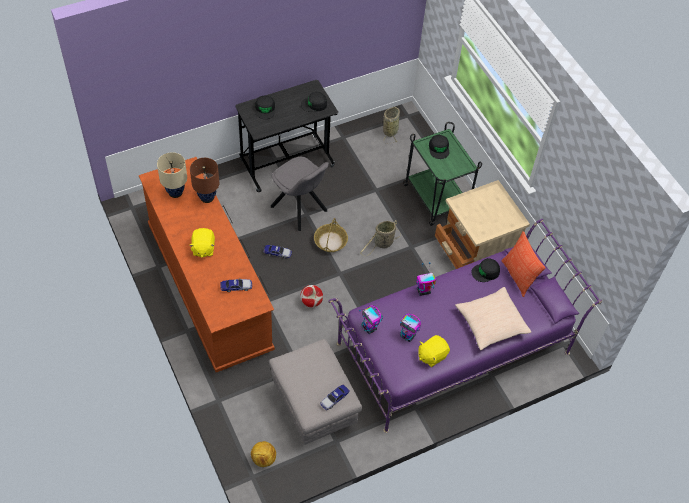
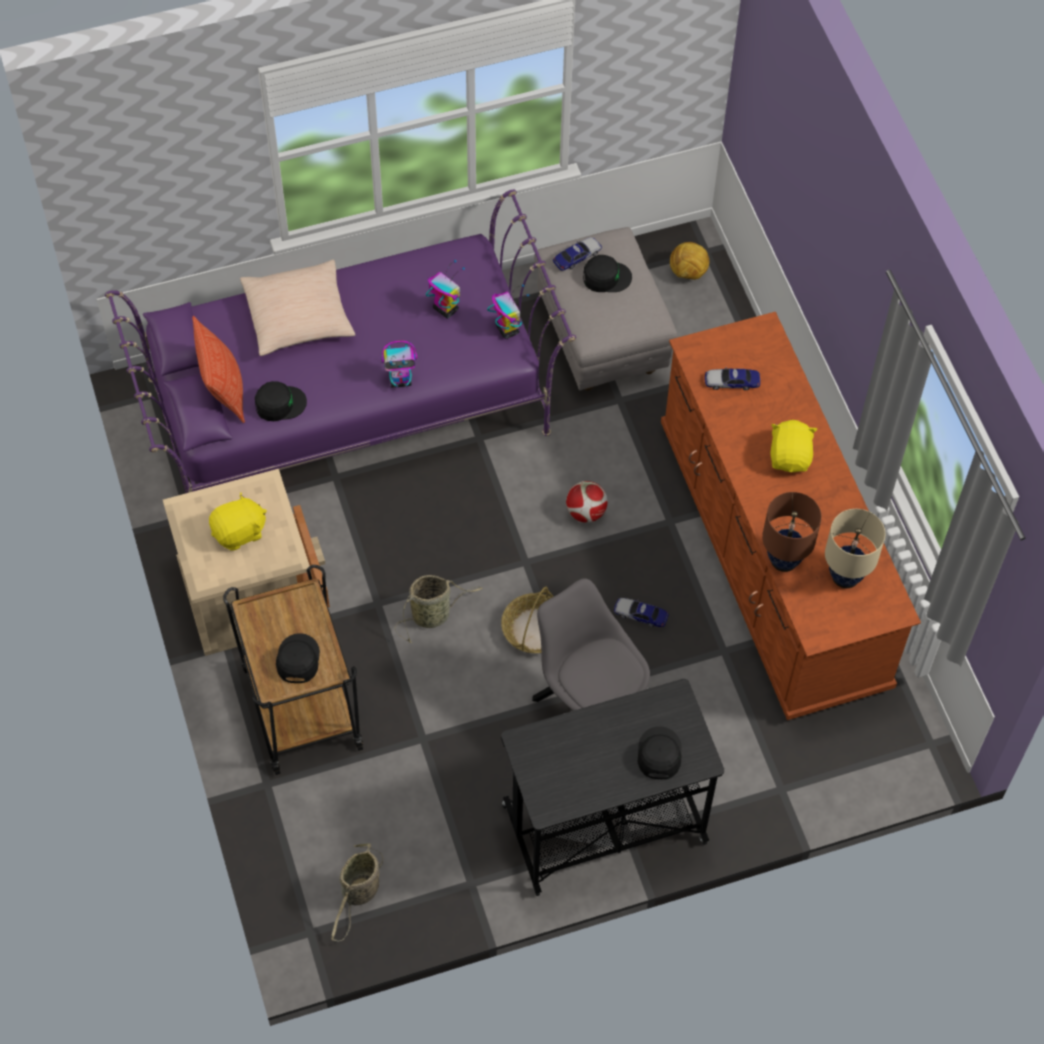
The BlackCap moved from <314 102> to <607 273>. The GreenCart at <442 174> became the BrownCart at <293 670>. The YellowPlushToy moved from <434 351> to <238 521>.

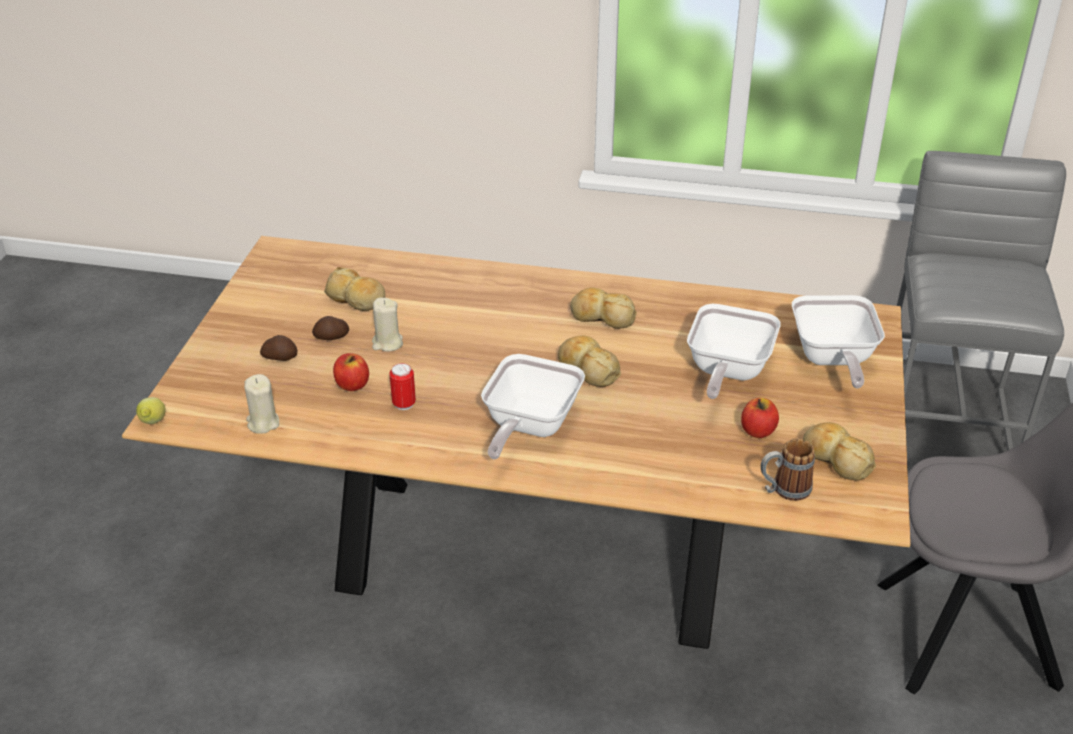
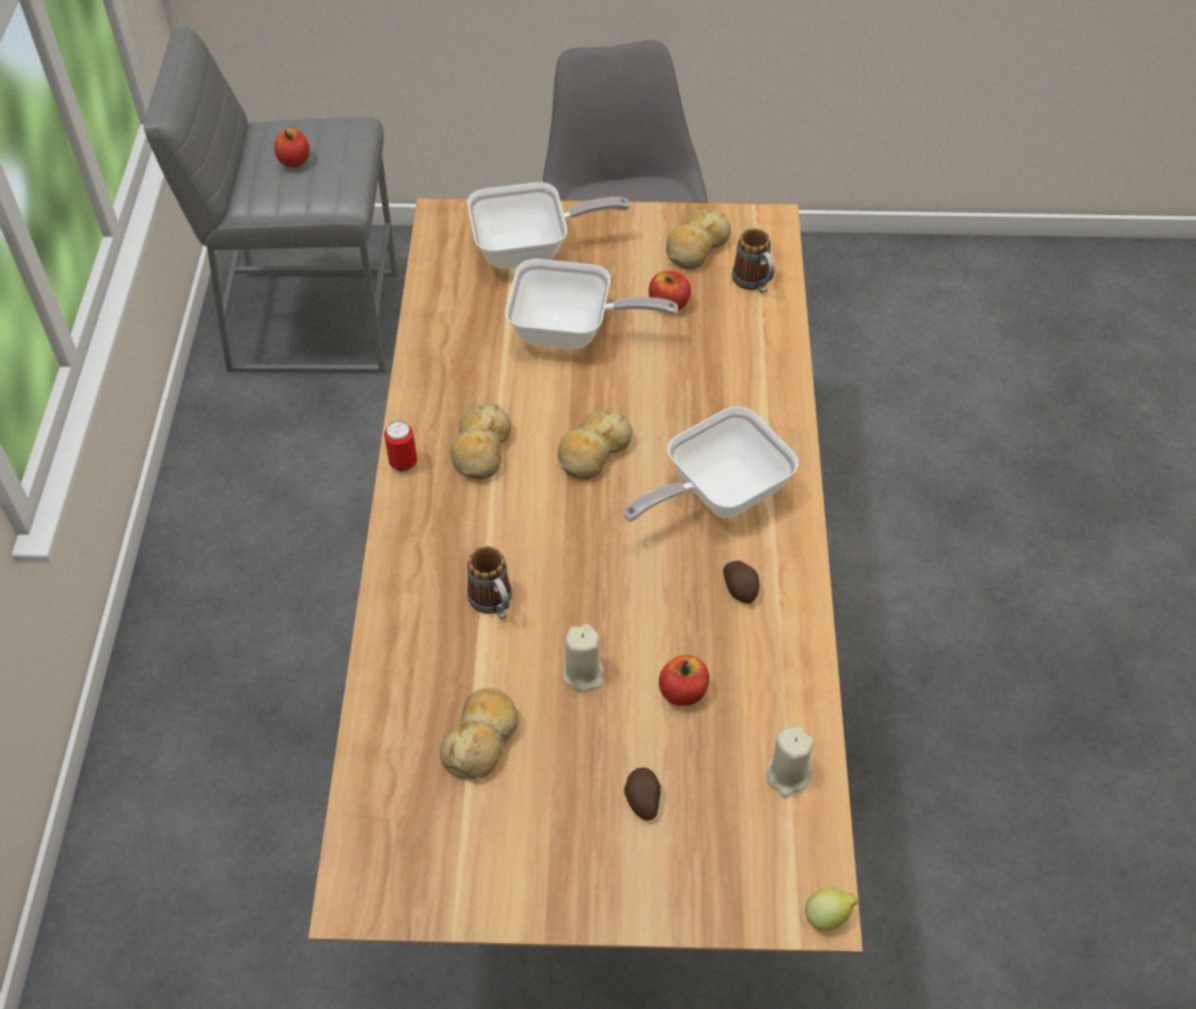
The Potato moved from <330 328> to <741 582>. The FryingPan at <533 406> turned 135 degrees clockwise. The Can moved from <402 386> to <400 446>. The Apple at <292 148> appeared. The Mug at <489 582> appeared.

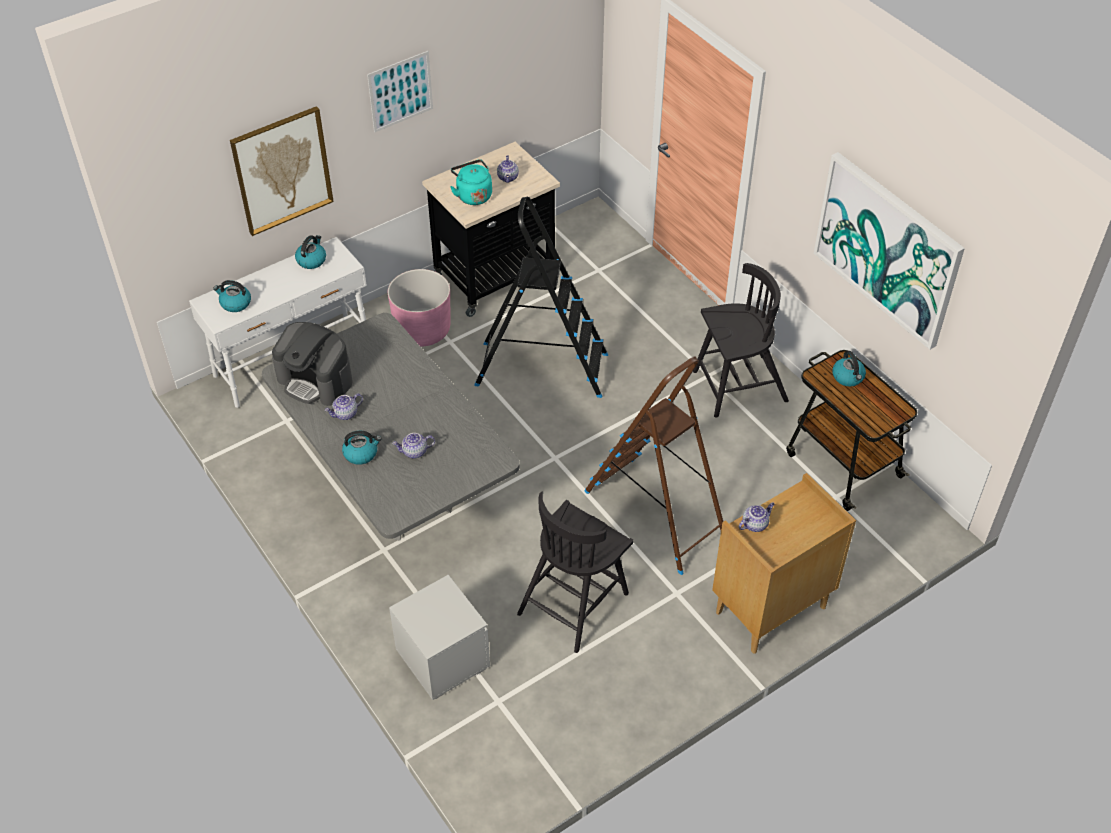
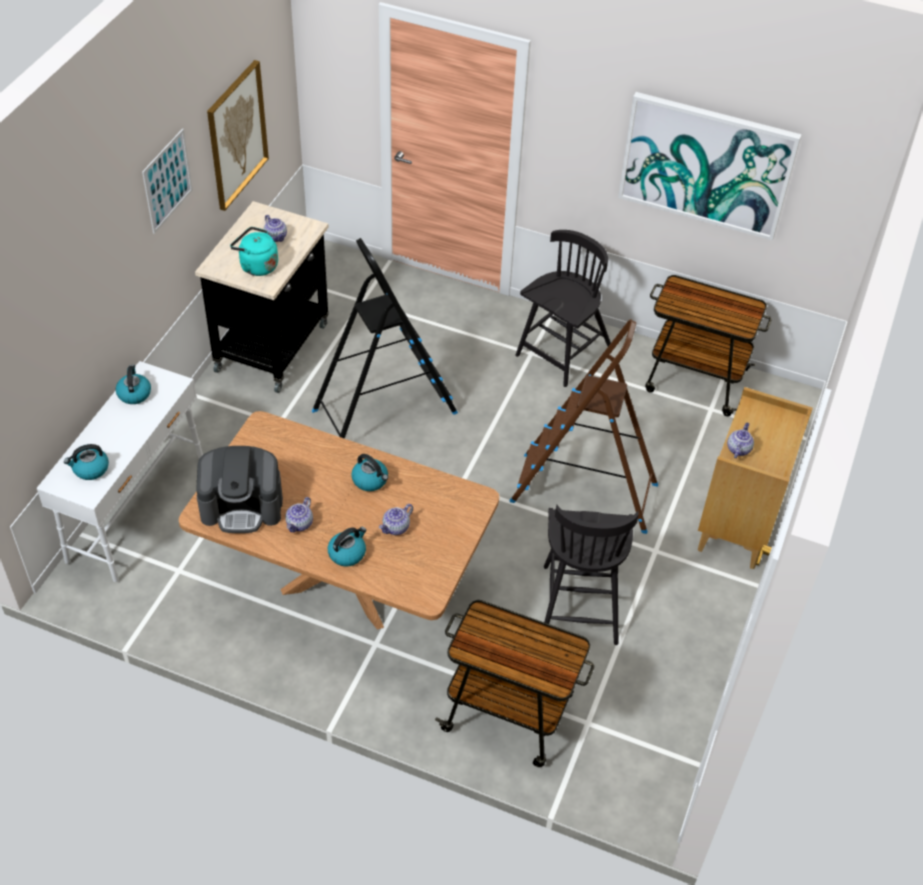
The Picture moved from <282 171> to <238 135>. The PinkPlanter at <419 307> disappeared. The GreyDiningTable at <391 427> became the BrownDiningTable at <339 520>. The Kettle moved from <849 369> to <369 472>. The WhiteNightstand at <439 637> was replaced by the Cart at <514 683>.

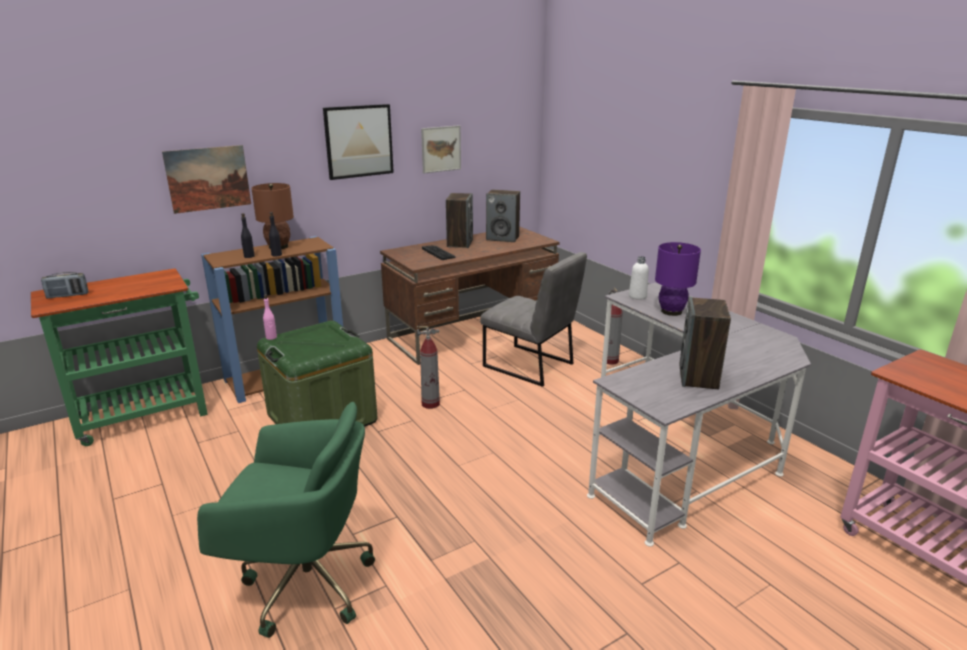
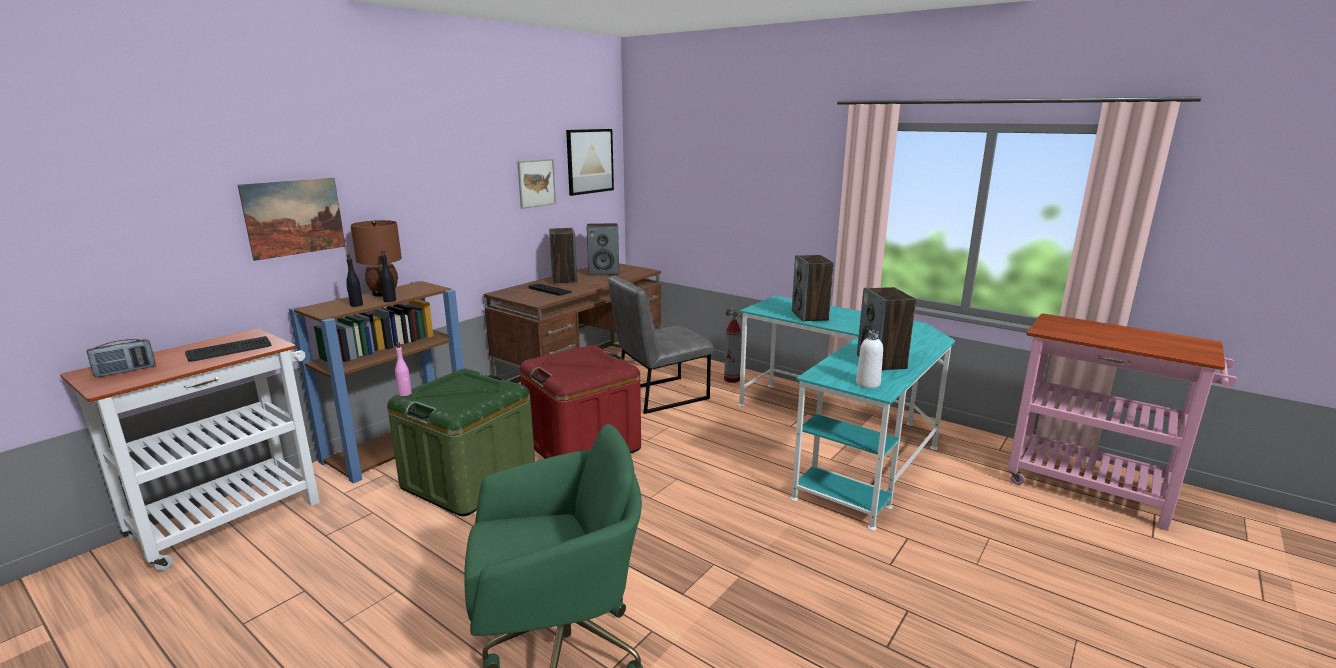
The Picture moved from <358 142> to <590 162>. The PurpleTableLamp at <678 279> was replaced by the Speaker at <813 288>. The GreyChair at <533 319> turned 135 degrees clockwise. The WhiteBottle moved from <639 278> to <869 359>. The GreenCart at <119 357> became the WhiteCart at <190 450>. The GreyDesk at <699 415> became the TurquoiseDesk at <846 413>. The FireExtinguisher at <428 367> was replaced by the RedStorageBox at <580 402>. The Keyboard at <228 349> appeared.

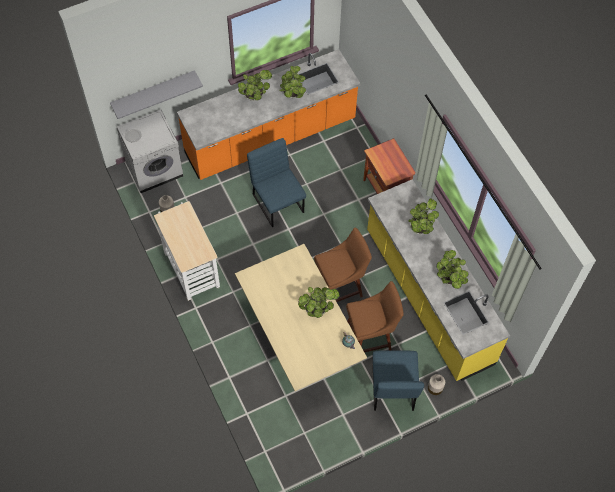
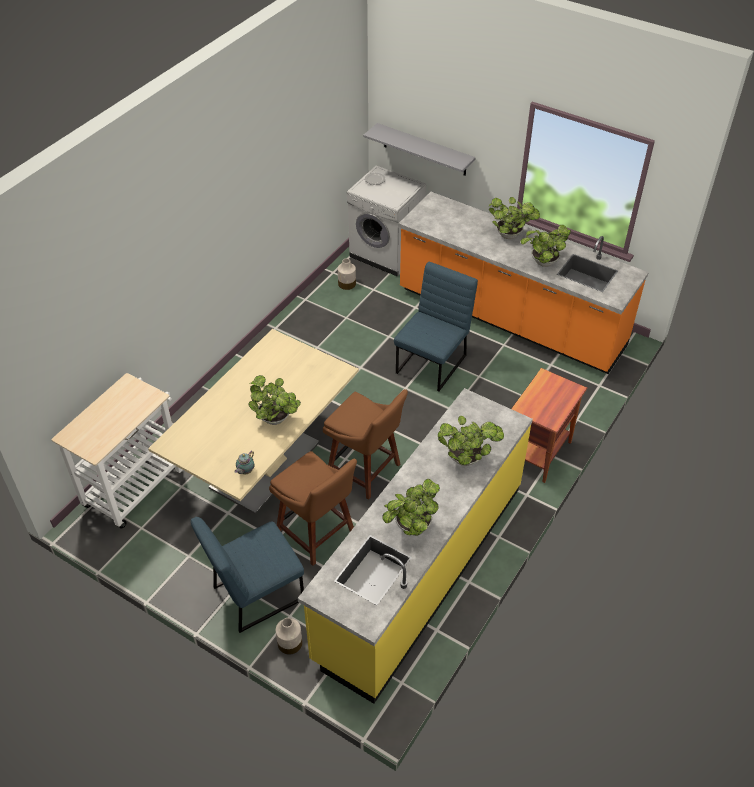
The WhiteCart moved from <187 251> to <116 451>.

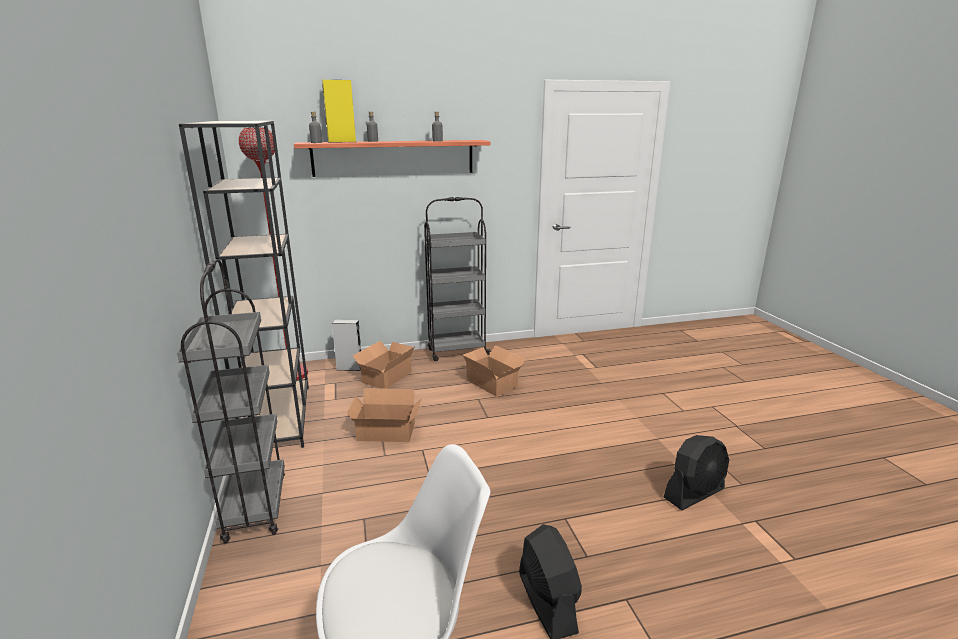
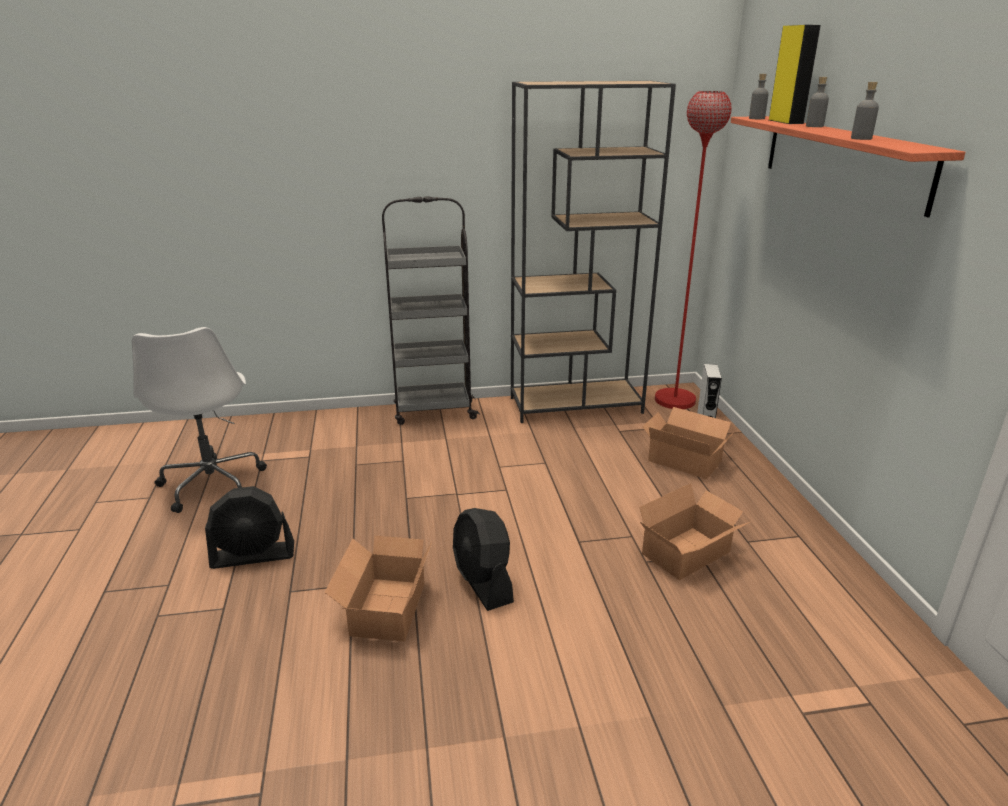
The GreyCart at <457 279> disappeared. The CardboardBox moved from <384 415> to <378 589>. The BlackFan moved from <696 473> to <483 559>.

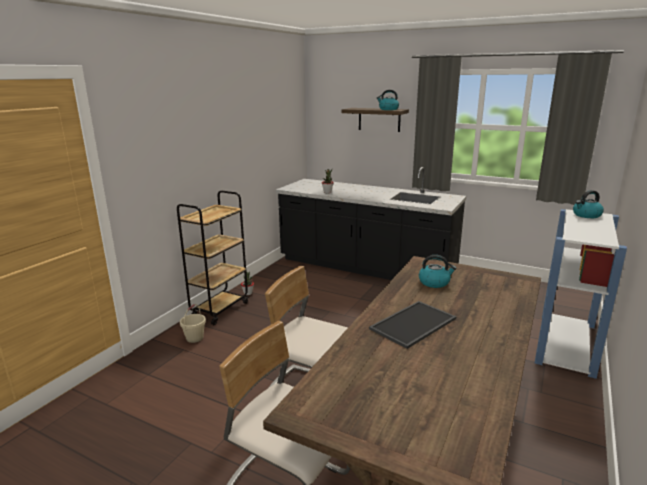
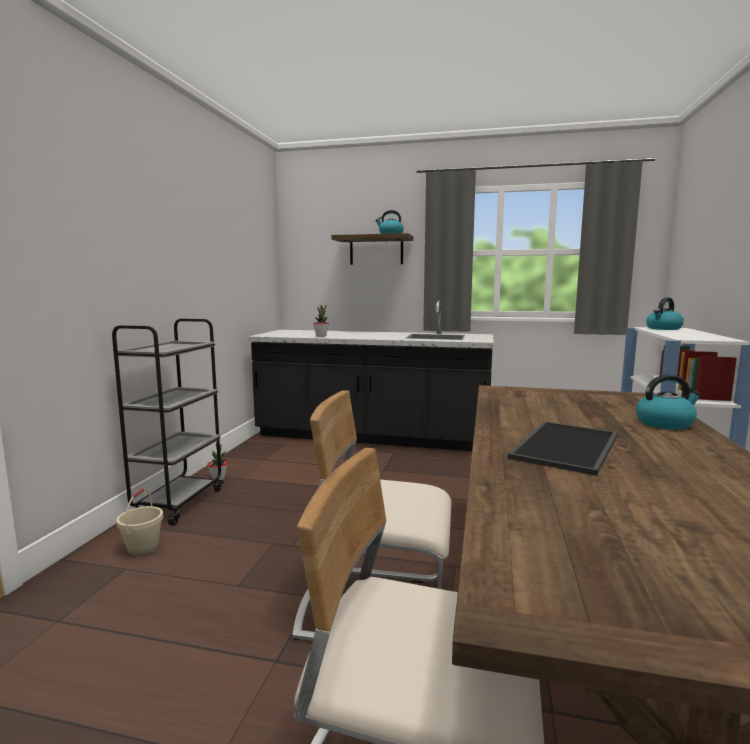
The BrownCart at <213 258> became the GreyCart at <168 422>. The Kettle moved from <437 271> to <669 401>.

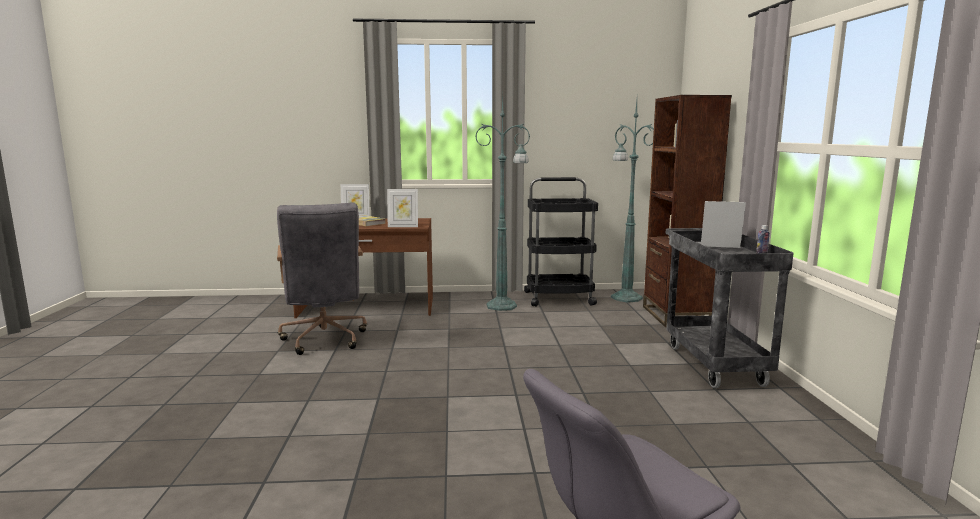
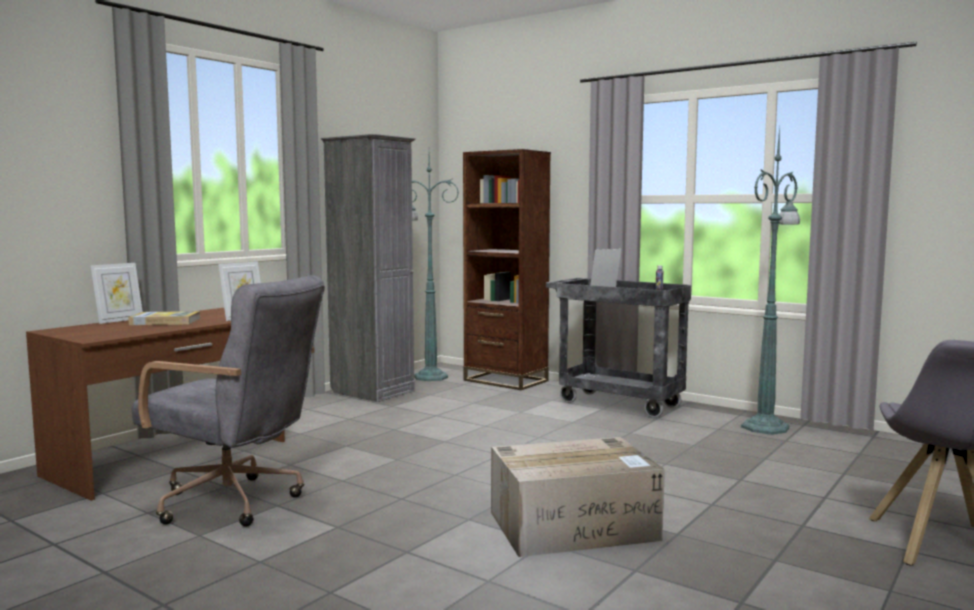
The GreenFloorLamp moved from <502 202> to <770 281>. The BlackCart at <561 242> was replaced by the GreyCabinet at <368 268>. The CardboardBox at <578 497> appeared.

